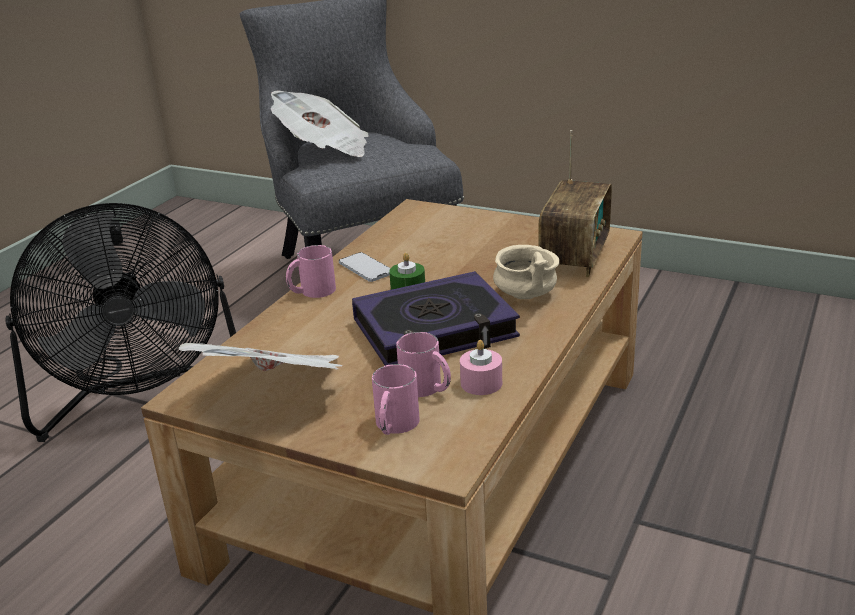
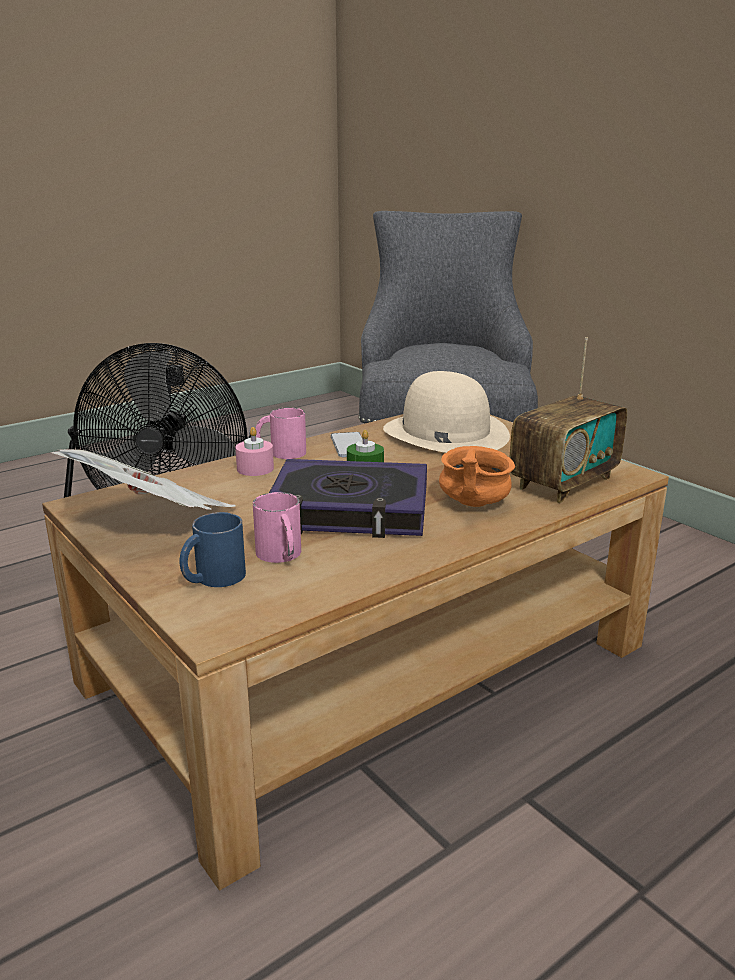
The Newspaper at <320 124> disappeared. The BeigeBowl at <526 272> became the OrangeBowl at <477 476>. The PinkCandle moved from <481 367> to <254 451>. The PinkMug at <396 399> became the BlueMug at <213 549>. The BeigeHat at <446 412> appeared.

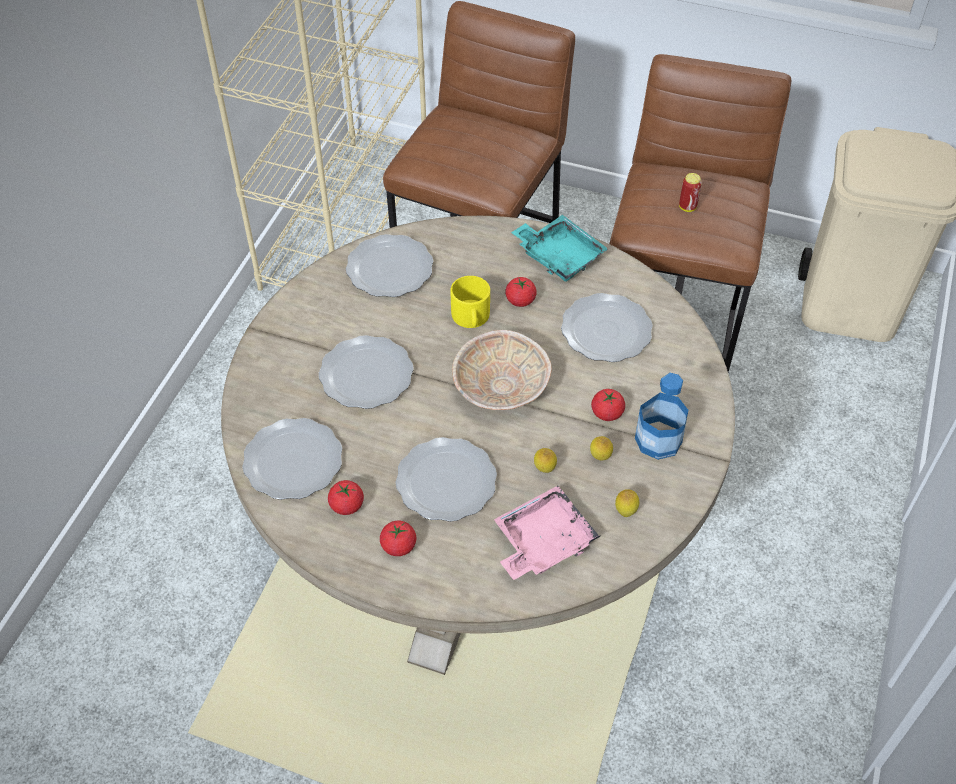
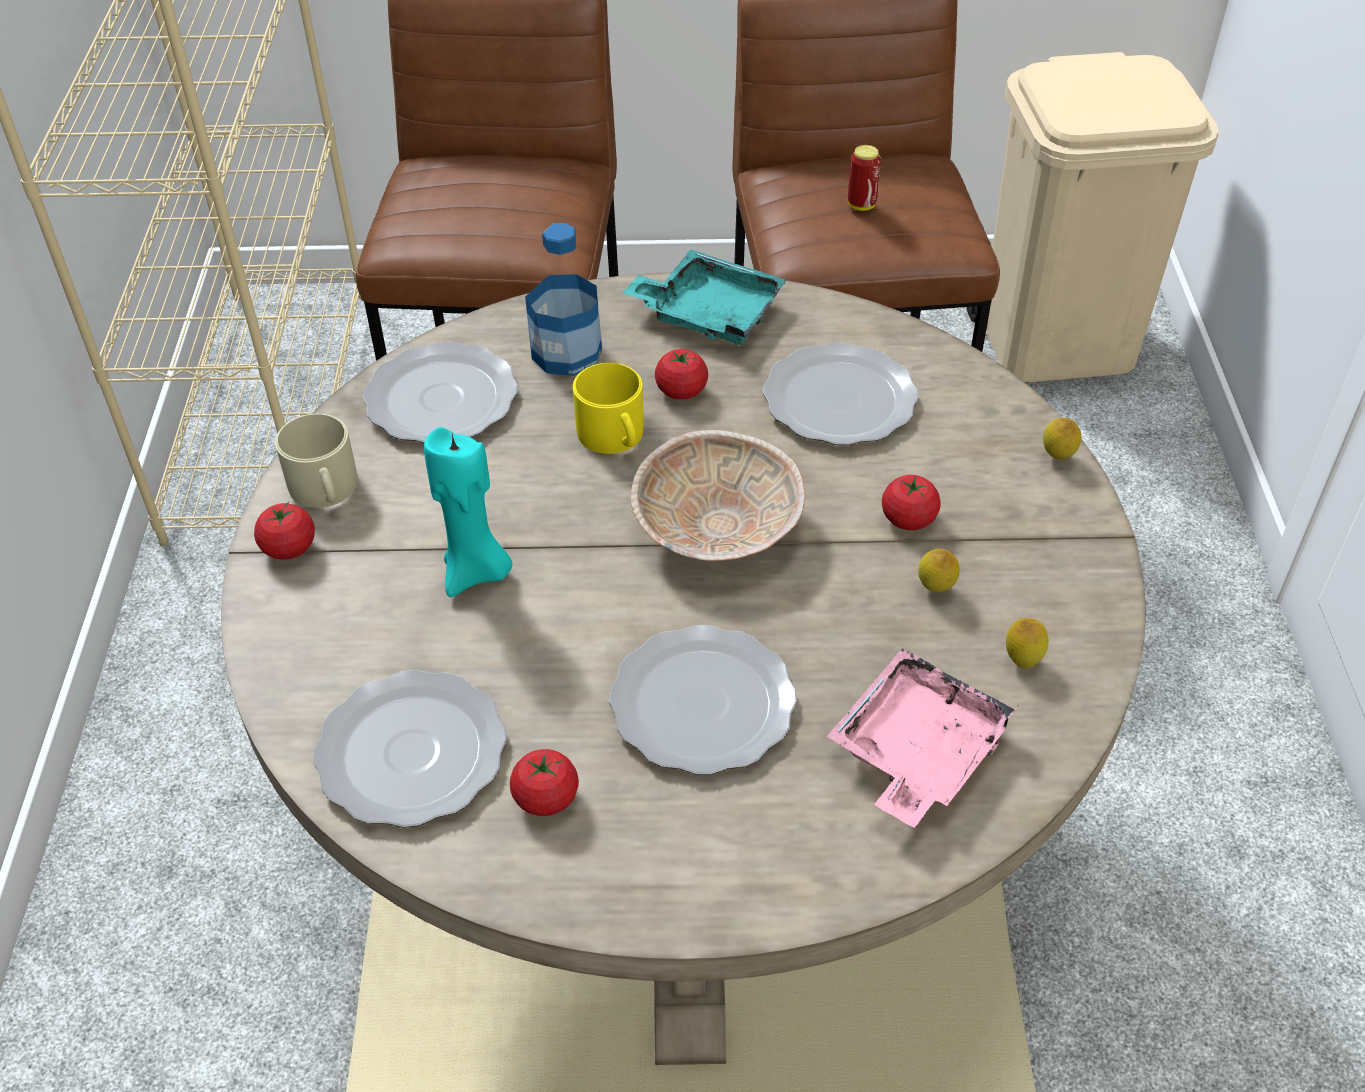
The Plate at <366 372> was replaced by the TurquoiseCandle at <468 512>. The Bottle moved from <661 416> to <563 299>. The Lemon moved from <545 460> to <1062 439>. The Tomato moved from <398 538> to <284 531>. The BeigeMug at <316 461> appeared.

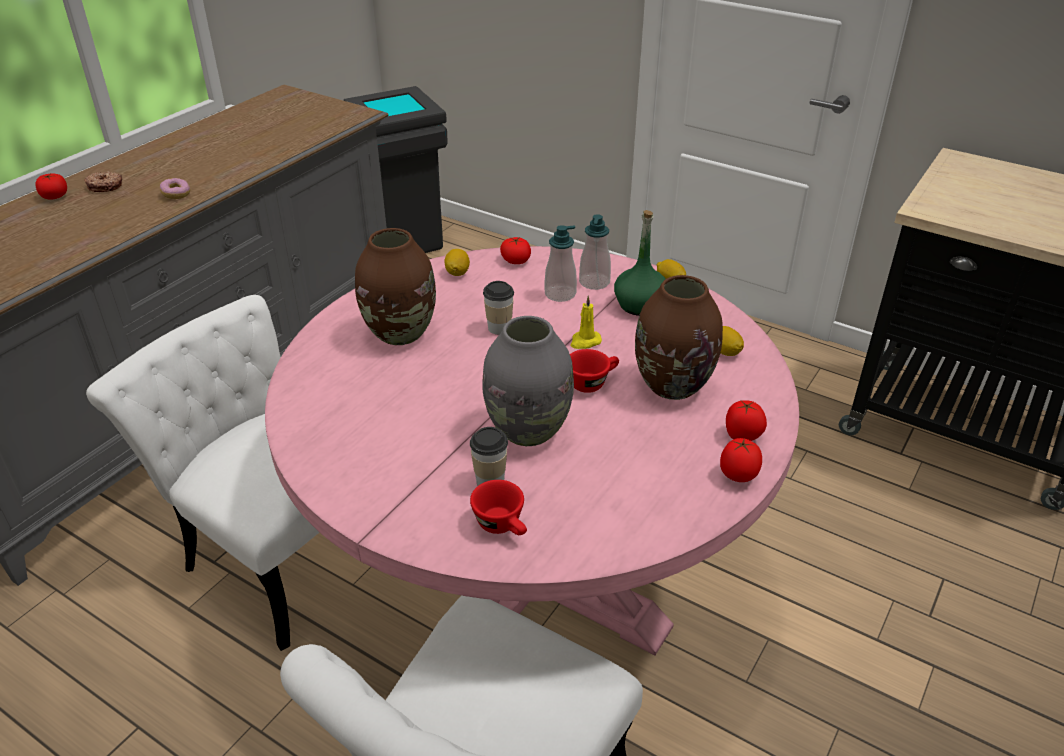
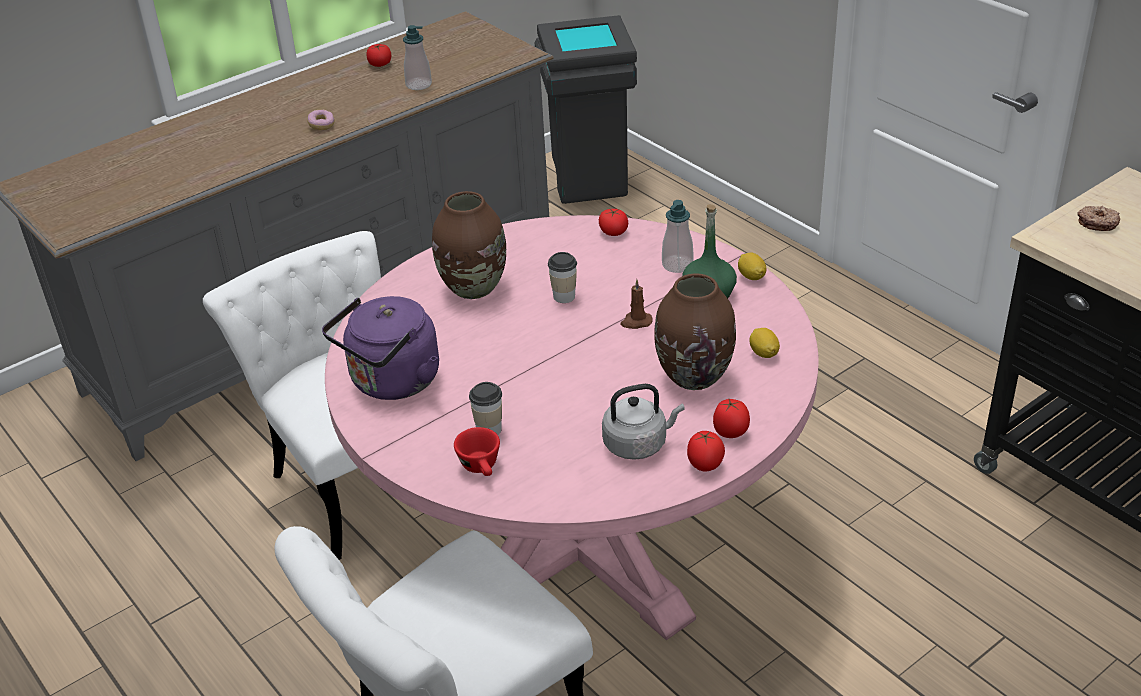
The Donut moved from <103 181> to <1098 218>. The Tomato moved from <51 186> to <378 55>. The SoapDispenser moved from <561 263> to <417 57>. The Lemon at <457 262> disappeared. The YellowCandle at <586 322> became the BrownCandle at <637 304>. The GreyVase at <528 381> disappeared. The RedCup at <594 371> disappeared. The PurpleKettle at <380 348> appeared. The GreyKettle at <643 422> appeared.

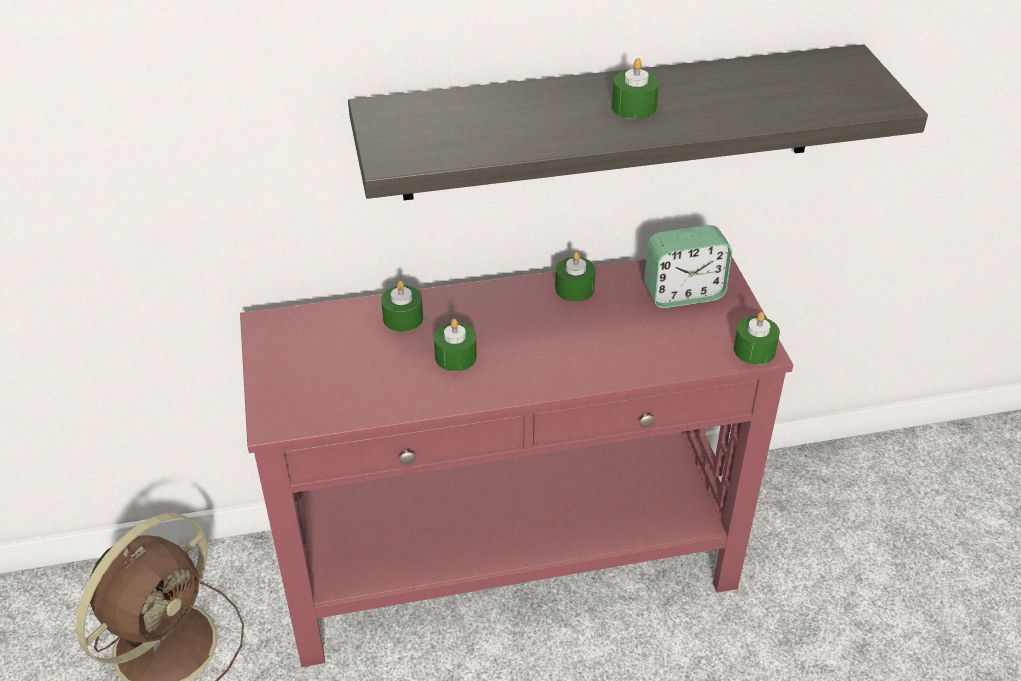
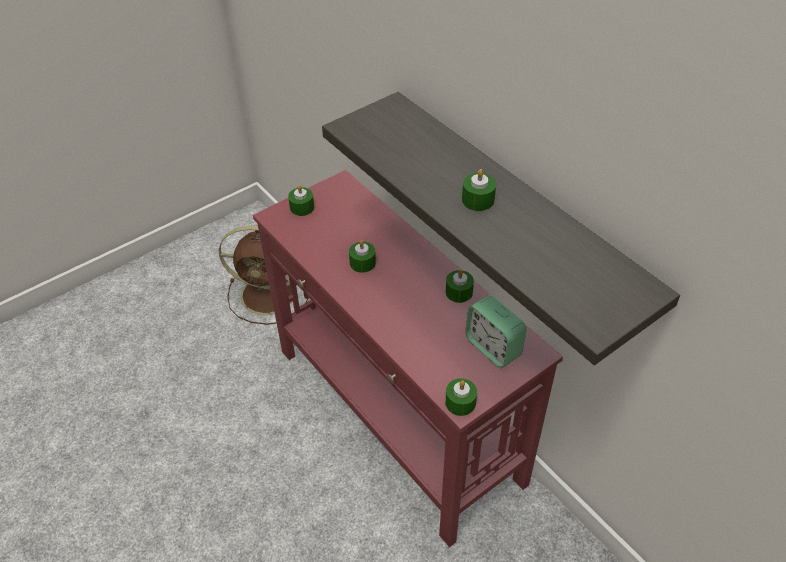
The GreenCandle moved from <402 306> to <301 200>.

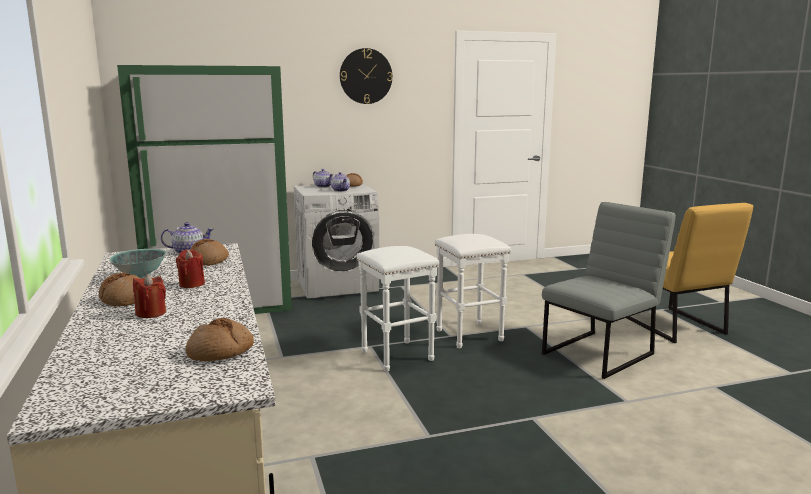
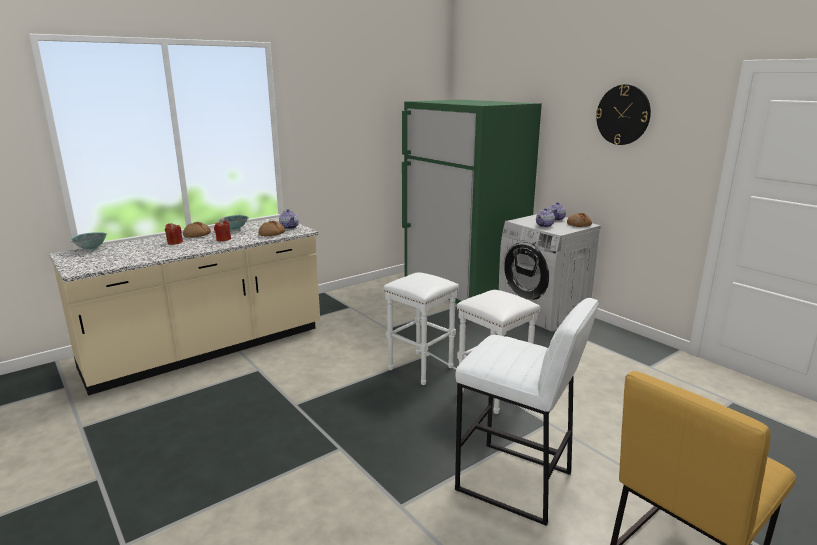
The GreyChair at <609 290> was replaced by the WhiteStool at <527 412>. The Bread at <220 339> disappeared. The Bowl at <88 242> appeared.

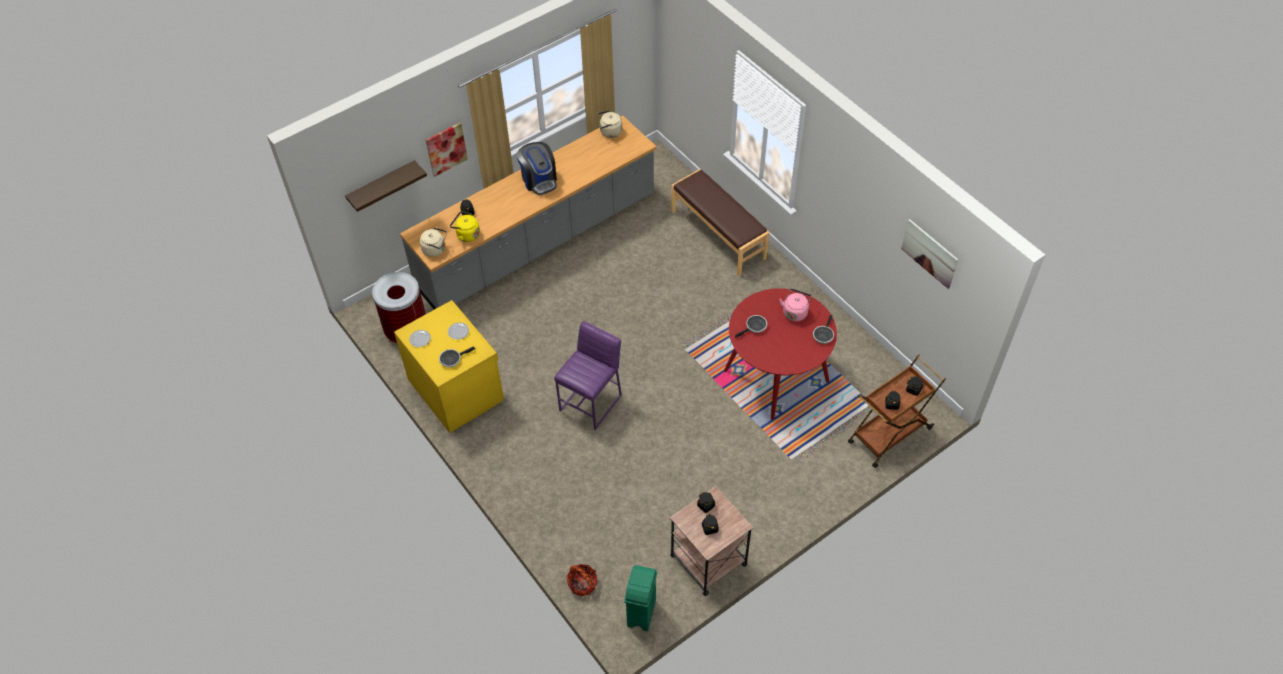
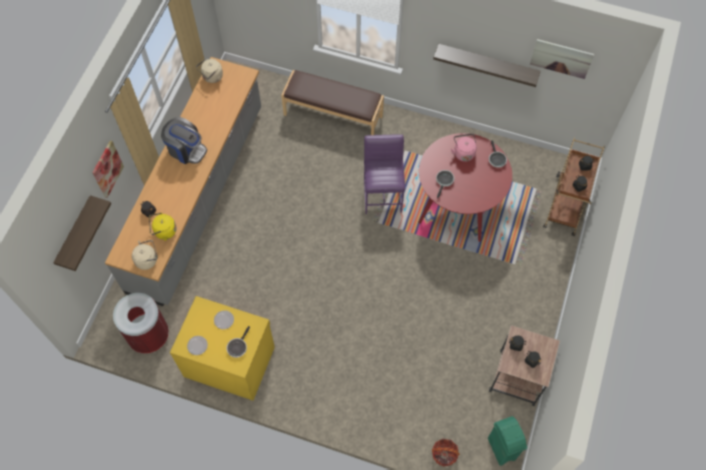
The PurpleStool moved from <588 375> to <384 174>. The Shelf at <487 65> appeared.

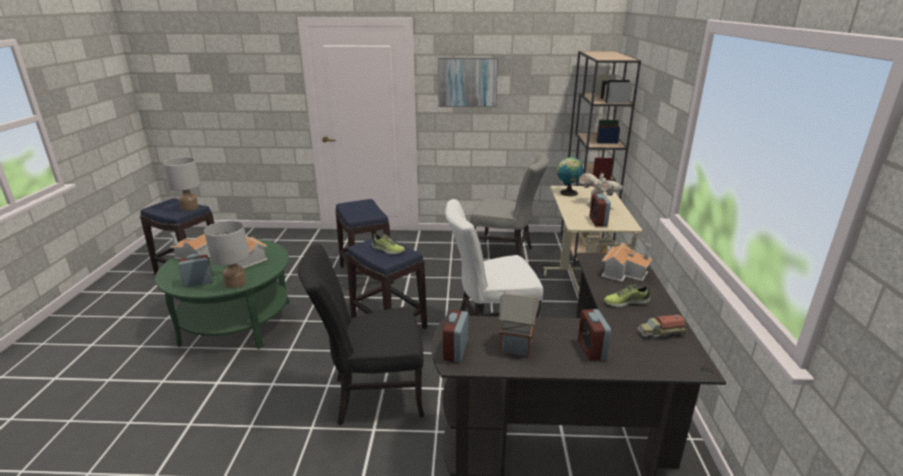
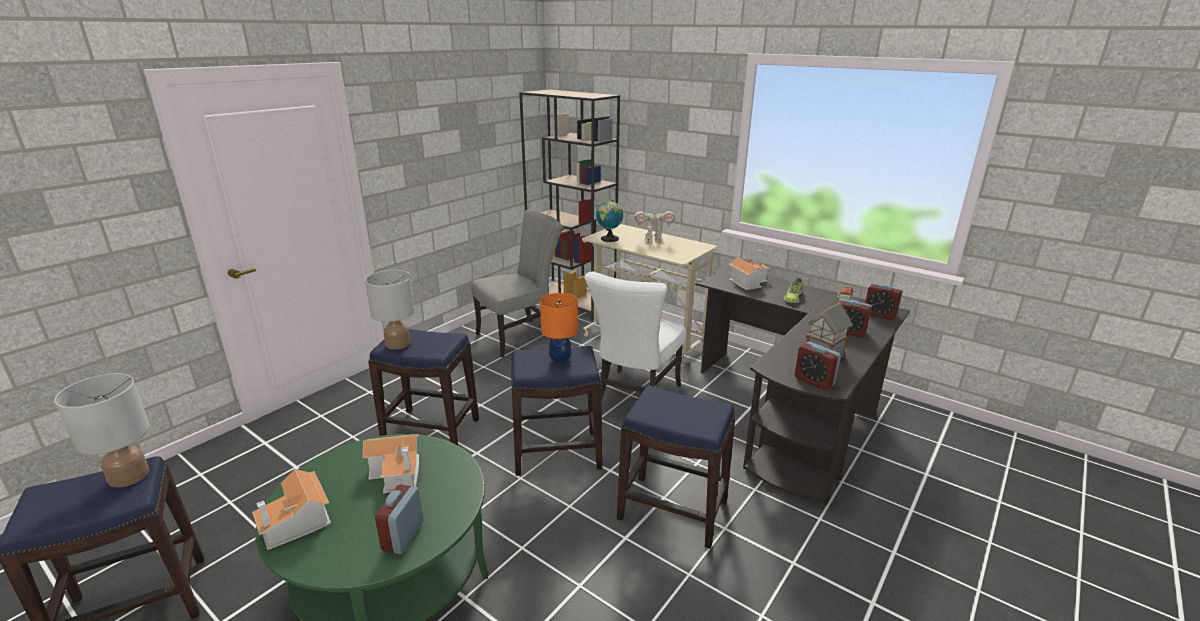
The Picture at <468 82> disappeared. The AlarmClock moved from <600 210> to <884 301>. The GreyTableLamp moved from <226 255> to <390 309>. The Shoe at <388 244> was replaced by the OrangeTableLamp at <559 328>. The BlackChair at <361 335> was replaced by the Stool at <676 467>.

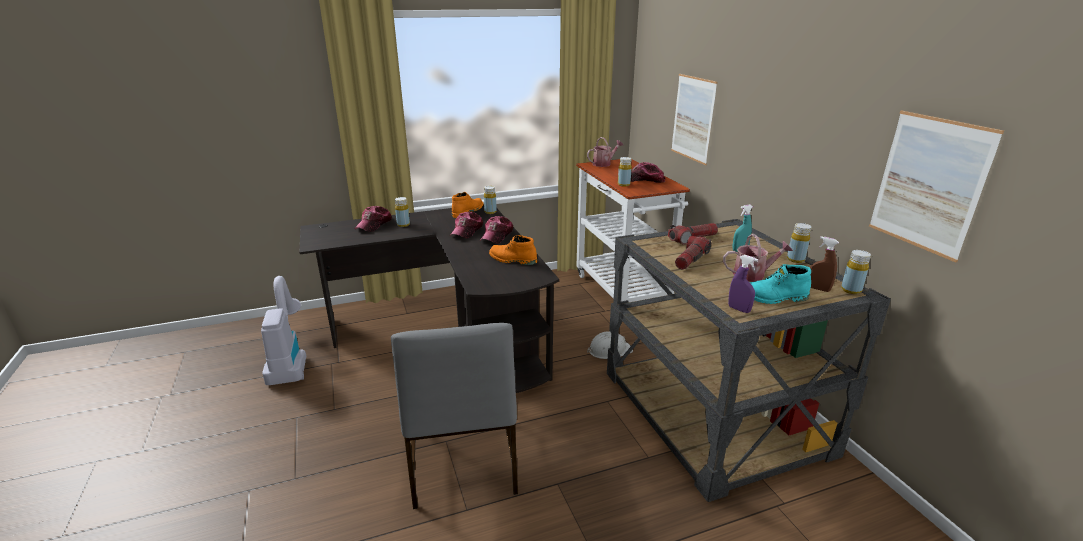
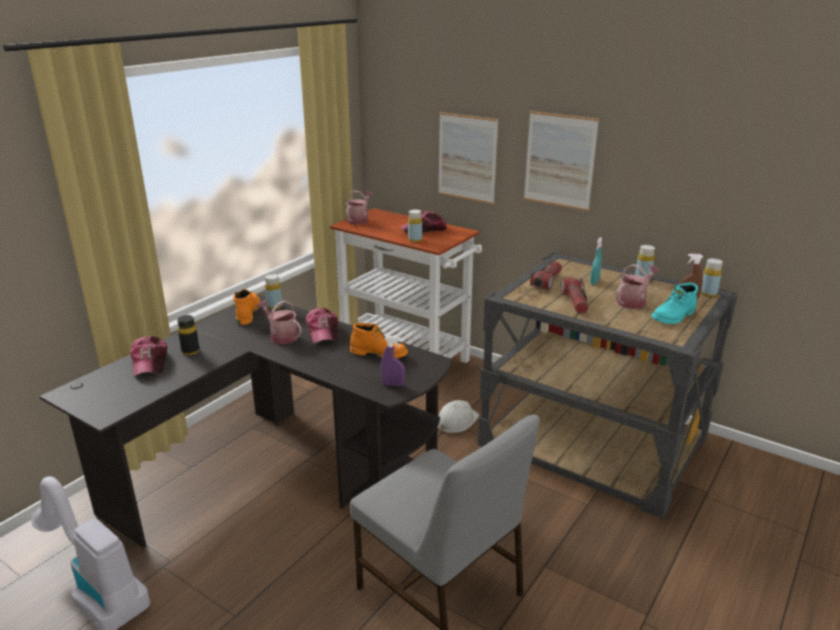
The Picture moved from <936 186> to <561 161>. The YellowBottle at <402 212> became the BlackBottle at <188 335>. The Cap at <466 225> was replaced by the WateringCan at <279 322>. The OrangeBoot at <513 250> turned 150 degrees counterclockwise. The PurpleSprayBottle moved from <743 284> to <393 361>.

